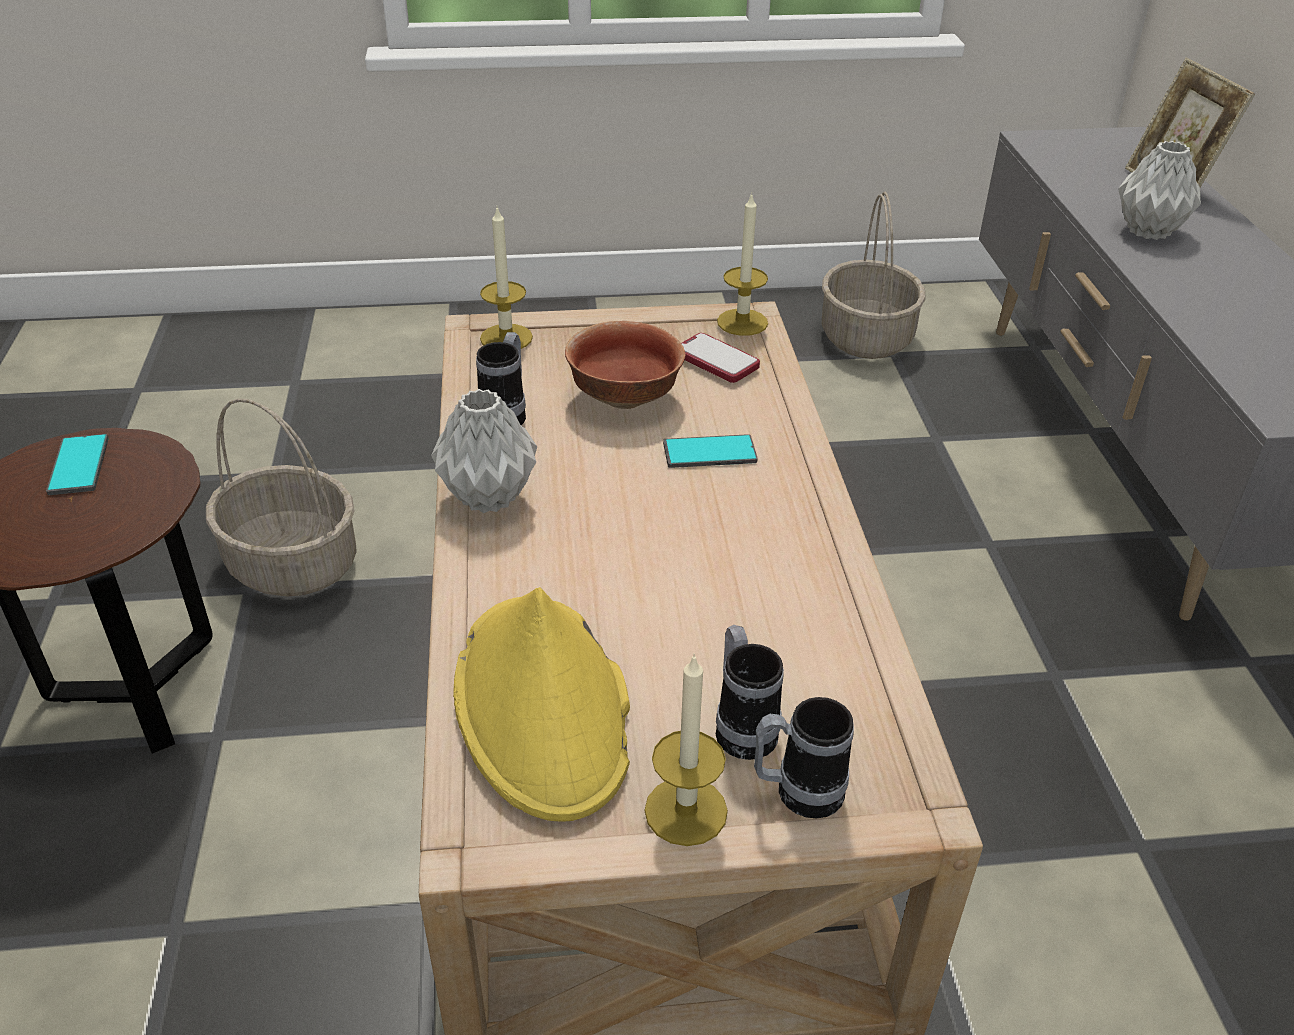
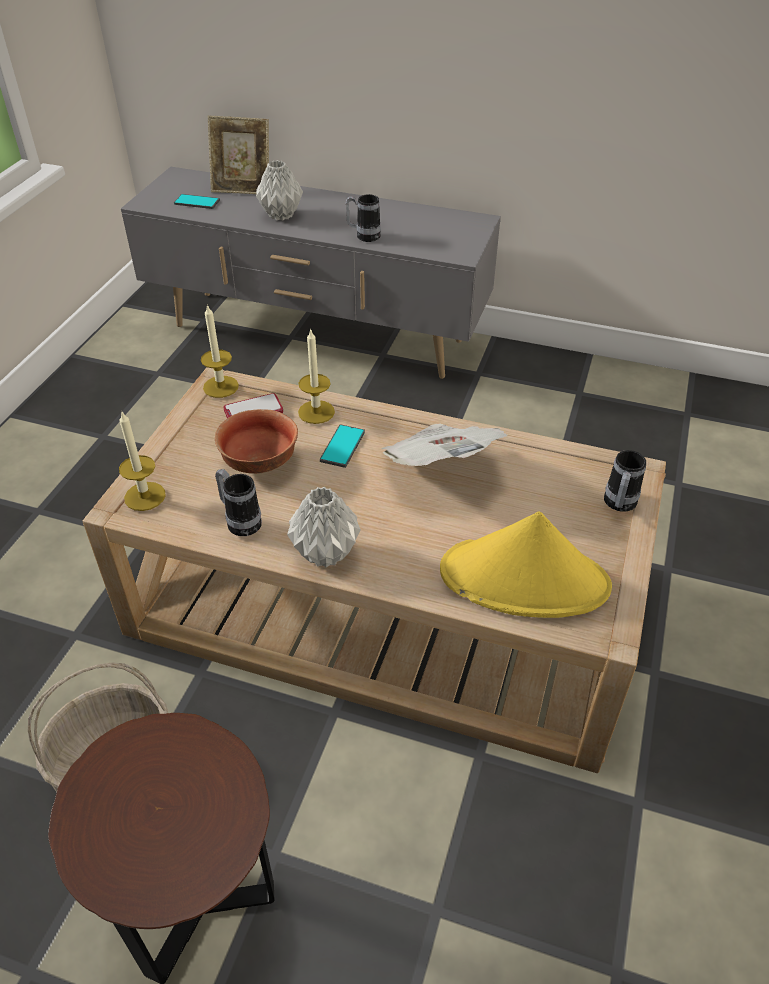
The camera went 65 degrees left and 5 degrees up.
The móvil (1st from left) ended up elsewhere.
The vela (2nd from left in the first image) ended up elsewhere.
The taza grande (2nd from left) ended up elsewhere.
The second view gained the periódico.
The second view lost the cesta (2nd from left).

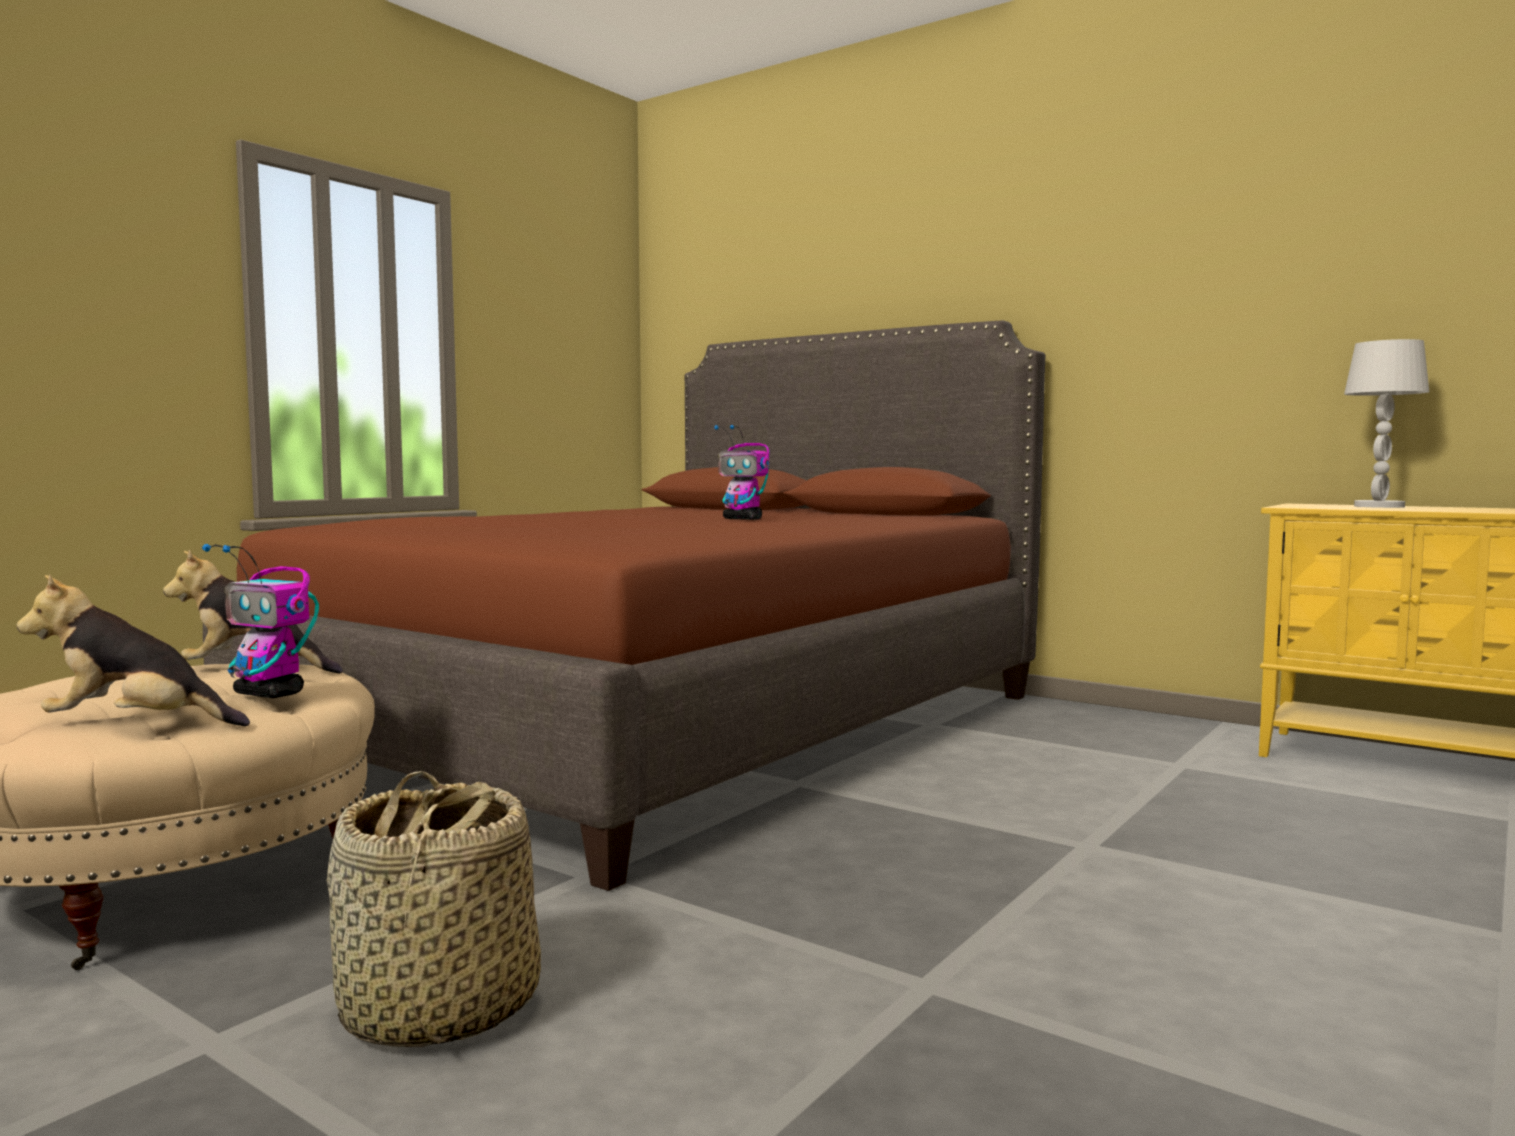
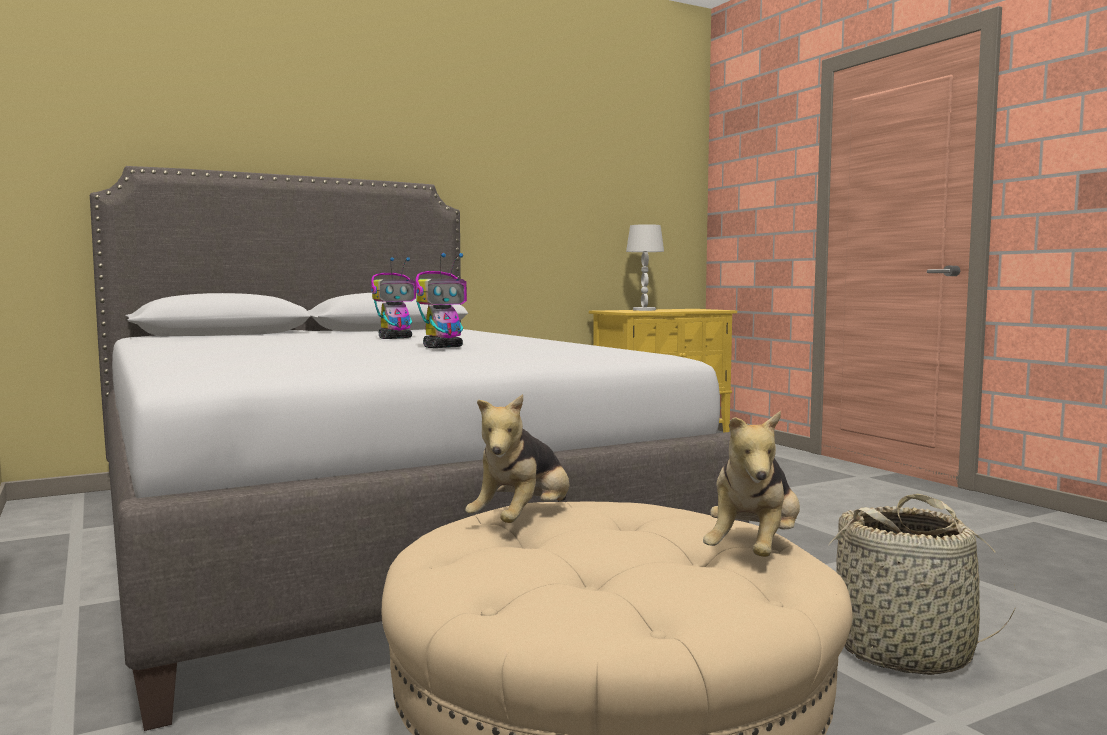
The camera went 65 degrees left and 0 degrees up.
What was the cama [marrón] turned into the cama [gris].
The robot de juguete (1st from left in the first image) ended up elsewhere.

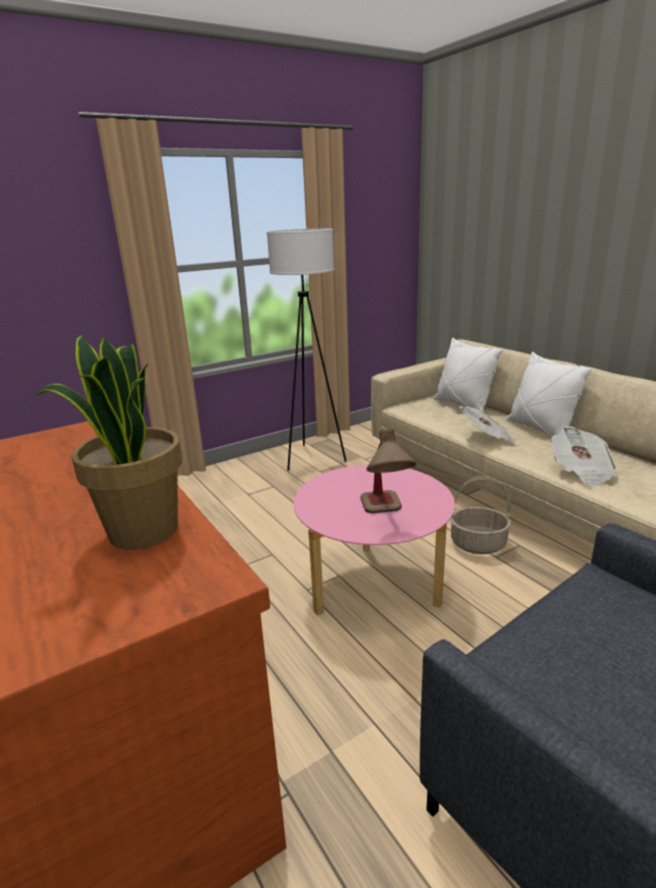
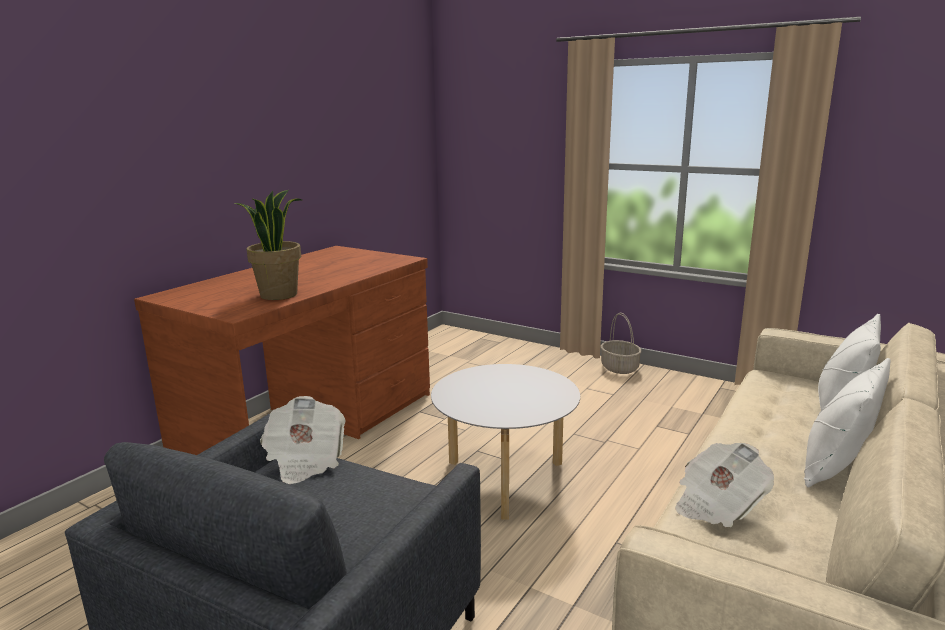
The camera went 65 degrees right and 5 degrees down.
The periódico (1st from left) ended up elsewhere.
What was the mesa de centro [rosa] turned into the mesa de centro [gris].
The cesta ended up elsewhere.
The second view lost the lámpara de pie [blanco].
The second view lost the lámpara de mesa.

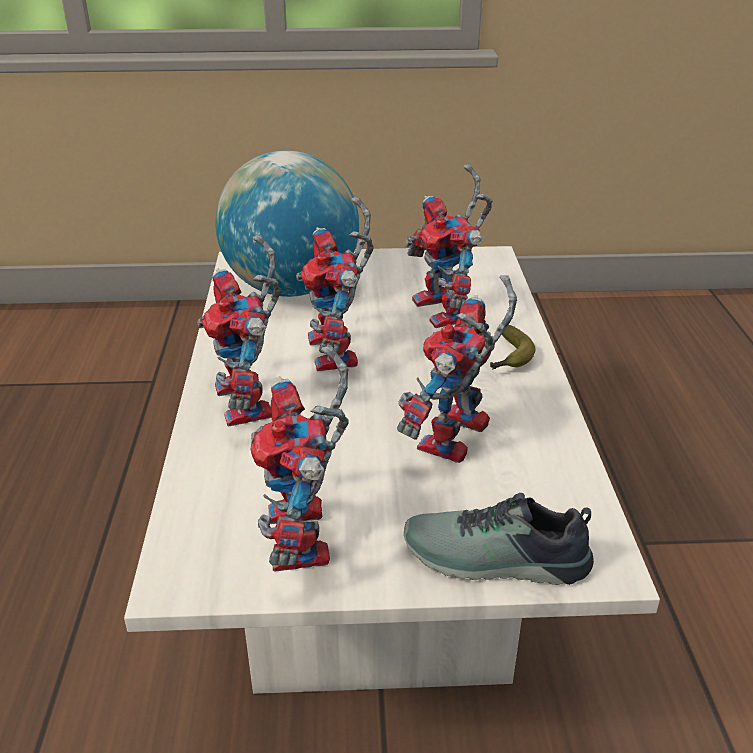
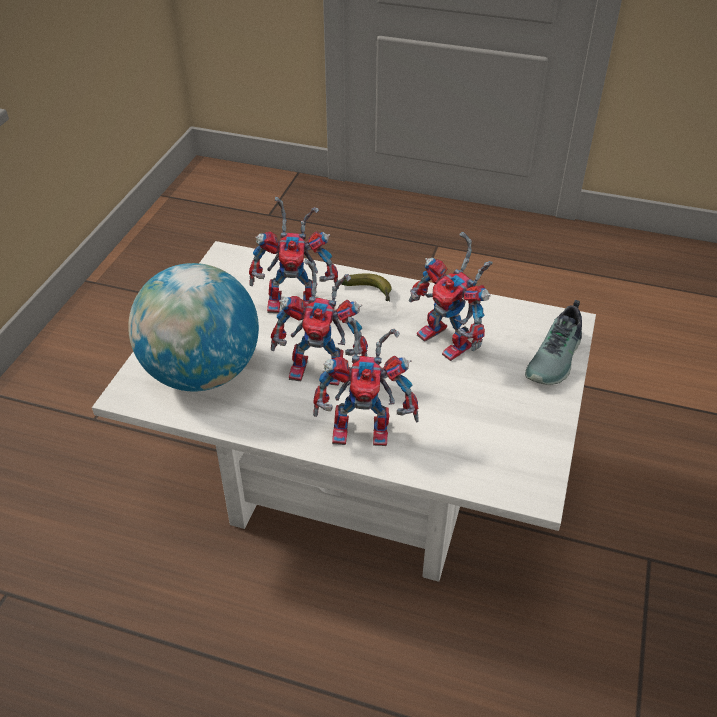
The camera went 70 degrees left and 10 degrees up.
The second view lost the robot de juguete (2nd from left).

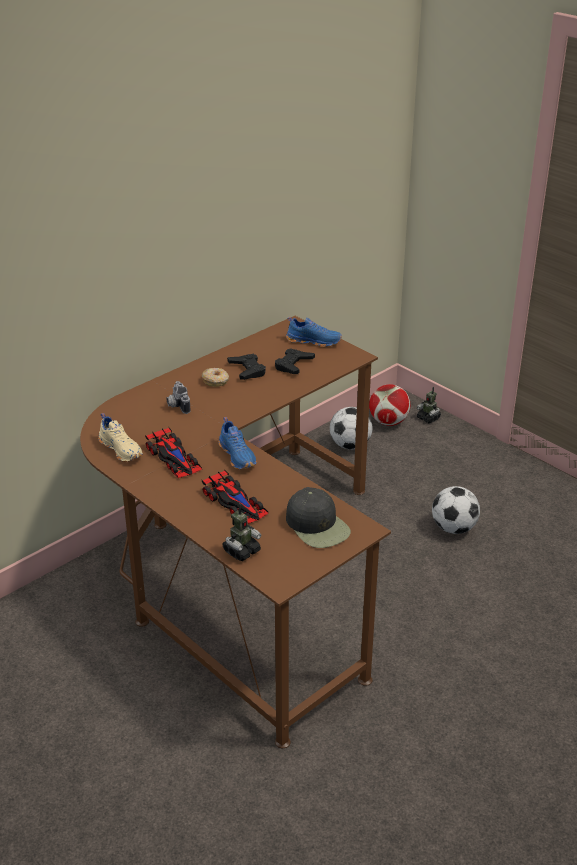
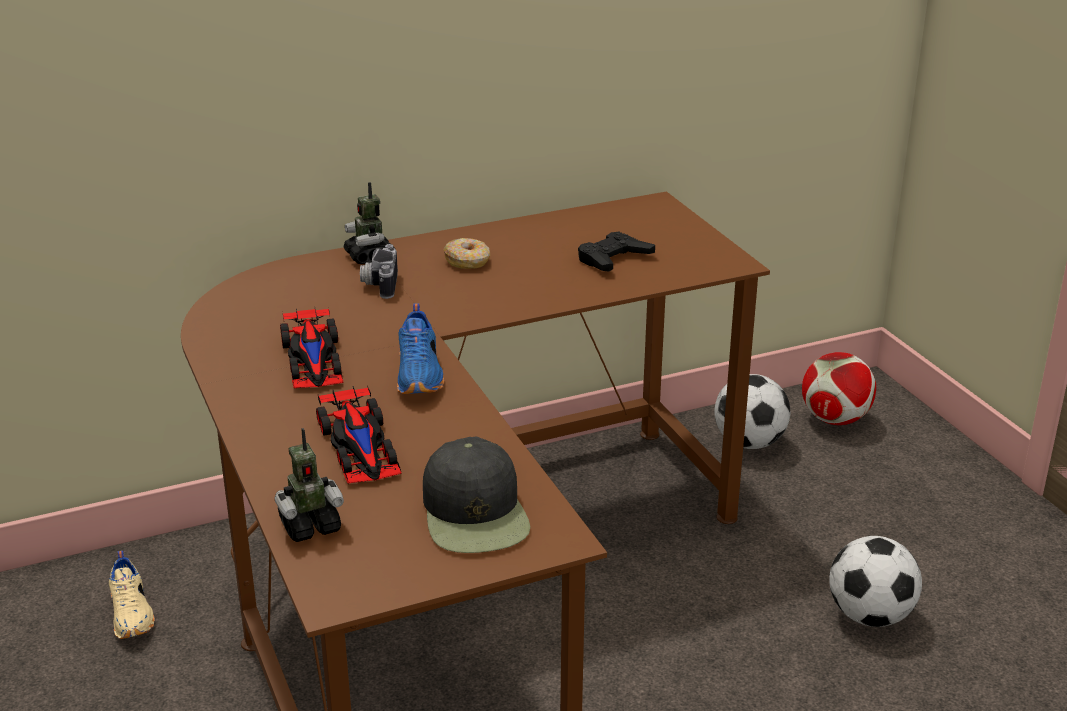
The camera went 20 degrees right and 5 degrees down.
The zapato [beis] ended up elsewhere.
The robot de juguete (2nd from left) ended up elsewhere.
The second view lost the mando de consola [negro] (1st from left).
The second view lost the zapato [azul] (2nd from left).

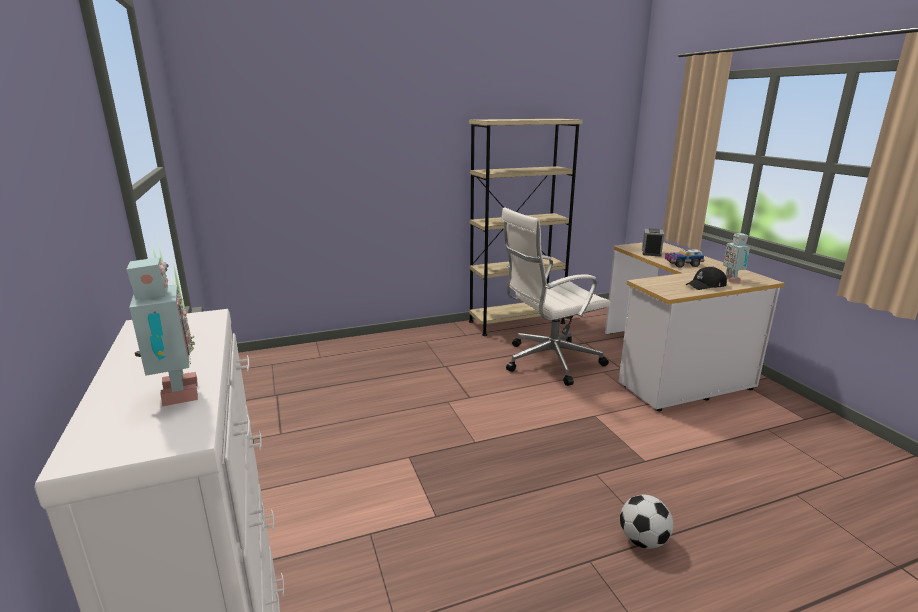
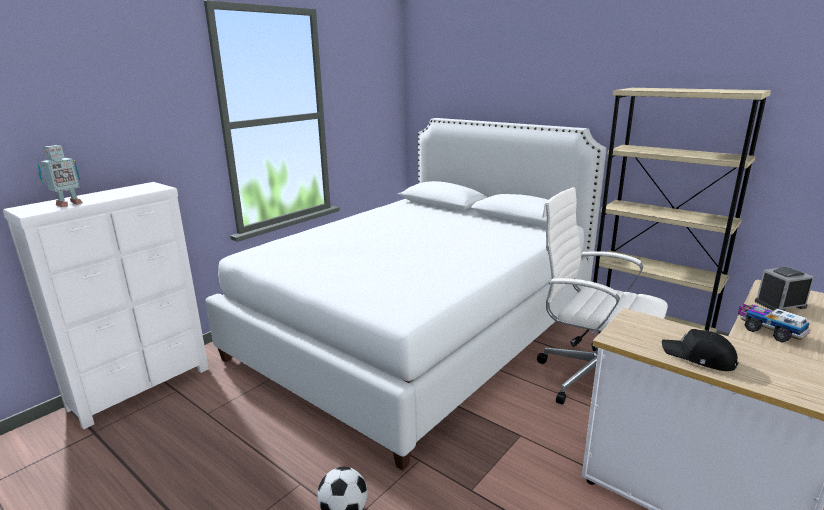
The camera went 60 degrees right and 0 degrees up.
The second view gained the cama [blanco].
The second view lost the robot de juguete (2nd from left).

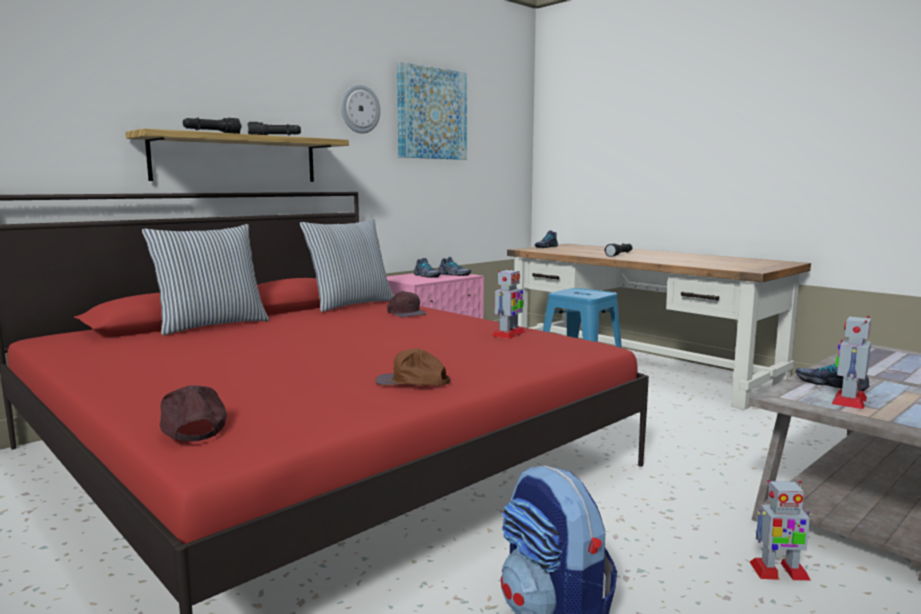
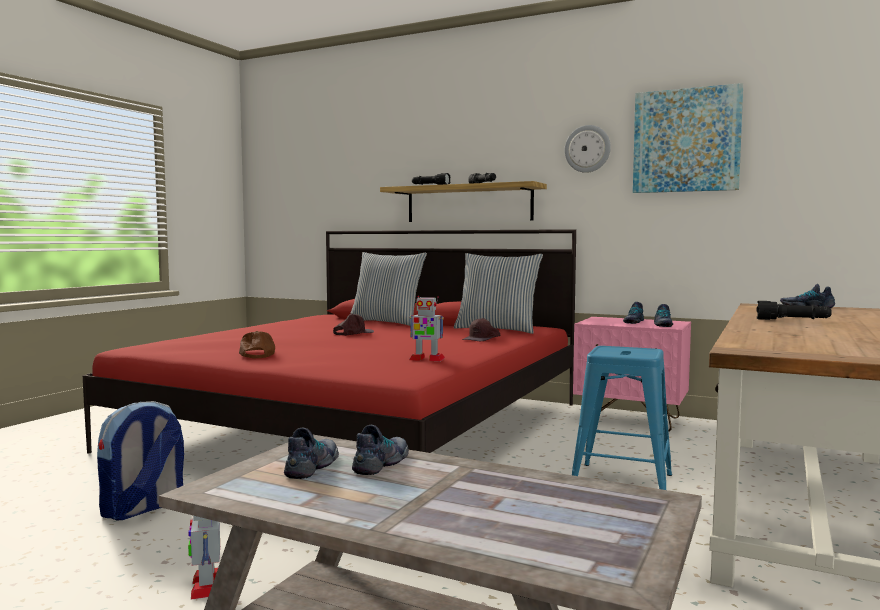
The camera went 70 degrees right and 5 degrees down.
Where the robot de juguete (3rd from left) stood, the zapato (1st from left) came to stand.
The gorra [marrón] (1st from left in the first image) ended up elsewhere.

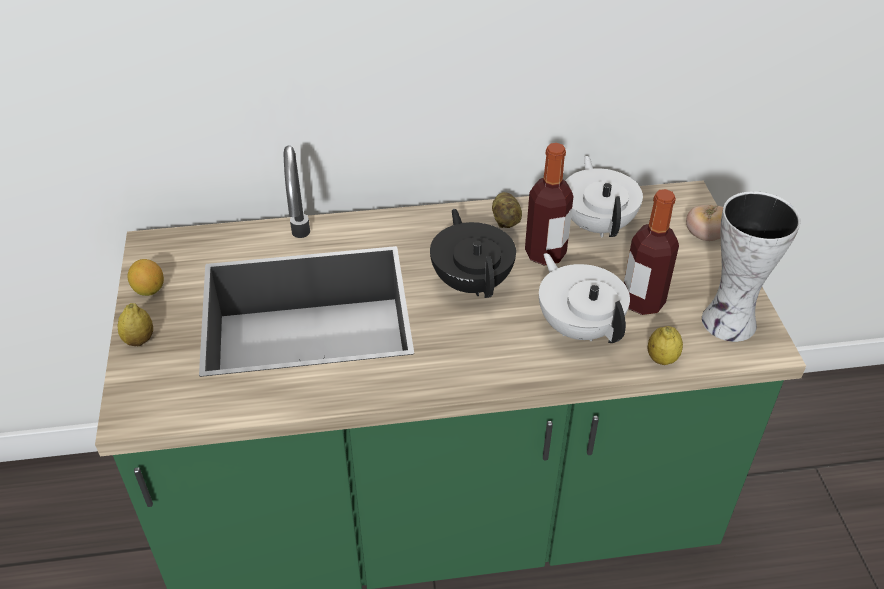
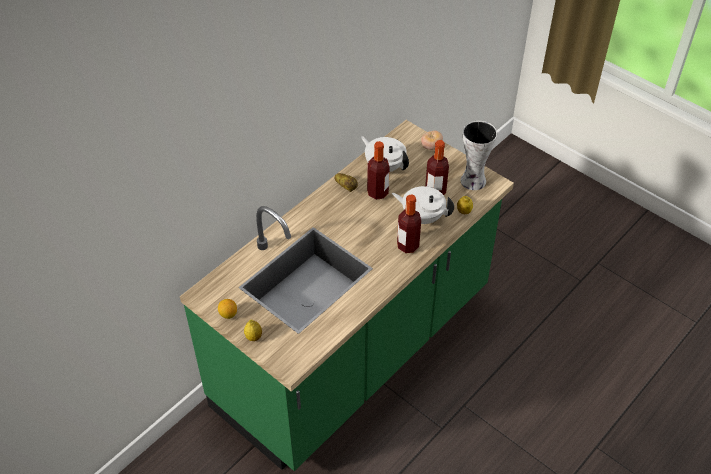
The camera went 40 degrees left and 5 degrees up.
The second view gained the botella (2nd from left).
The second view lost the tetera [negro].

